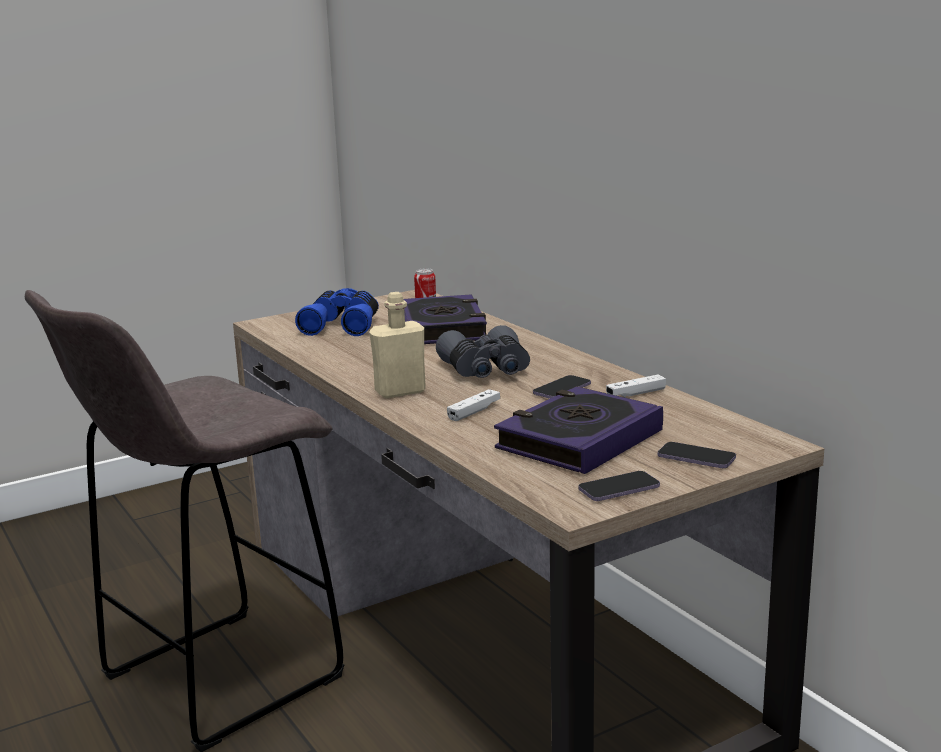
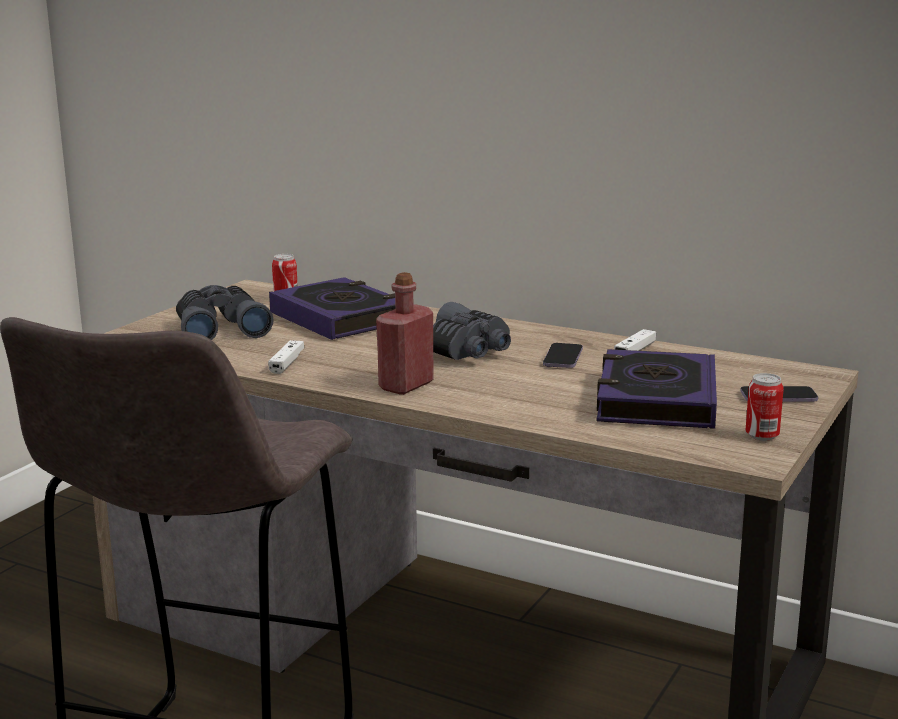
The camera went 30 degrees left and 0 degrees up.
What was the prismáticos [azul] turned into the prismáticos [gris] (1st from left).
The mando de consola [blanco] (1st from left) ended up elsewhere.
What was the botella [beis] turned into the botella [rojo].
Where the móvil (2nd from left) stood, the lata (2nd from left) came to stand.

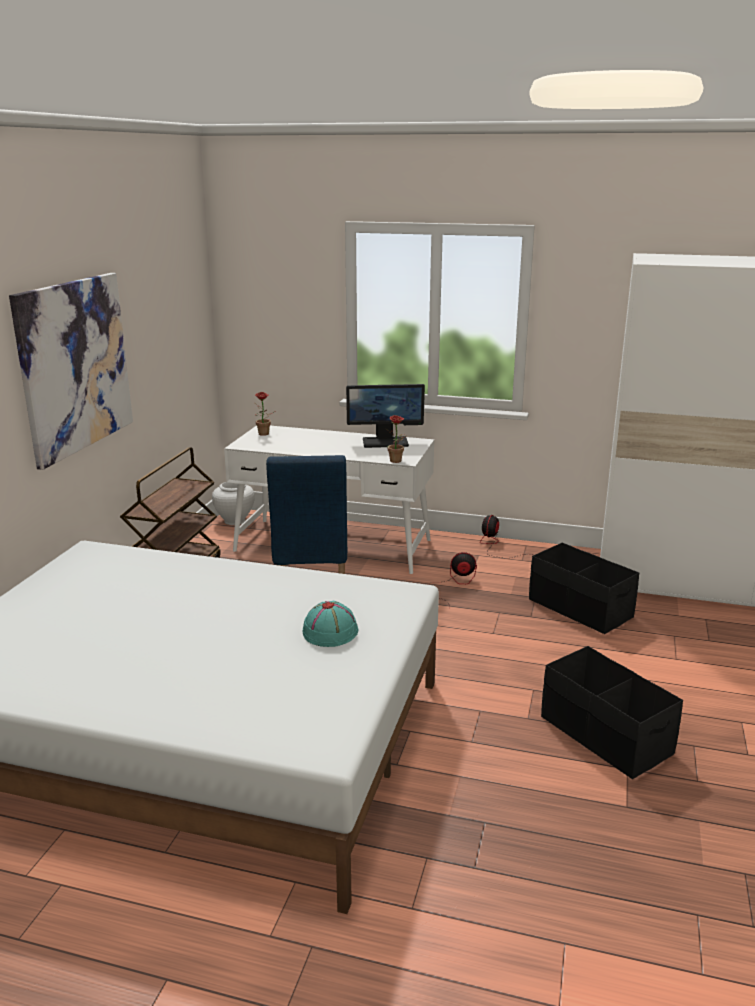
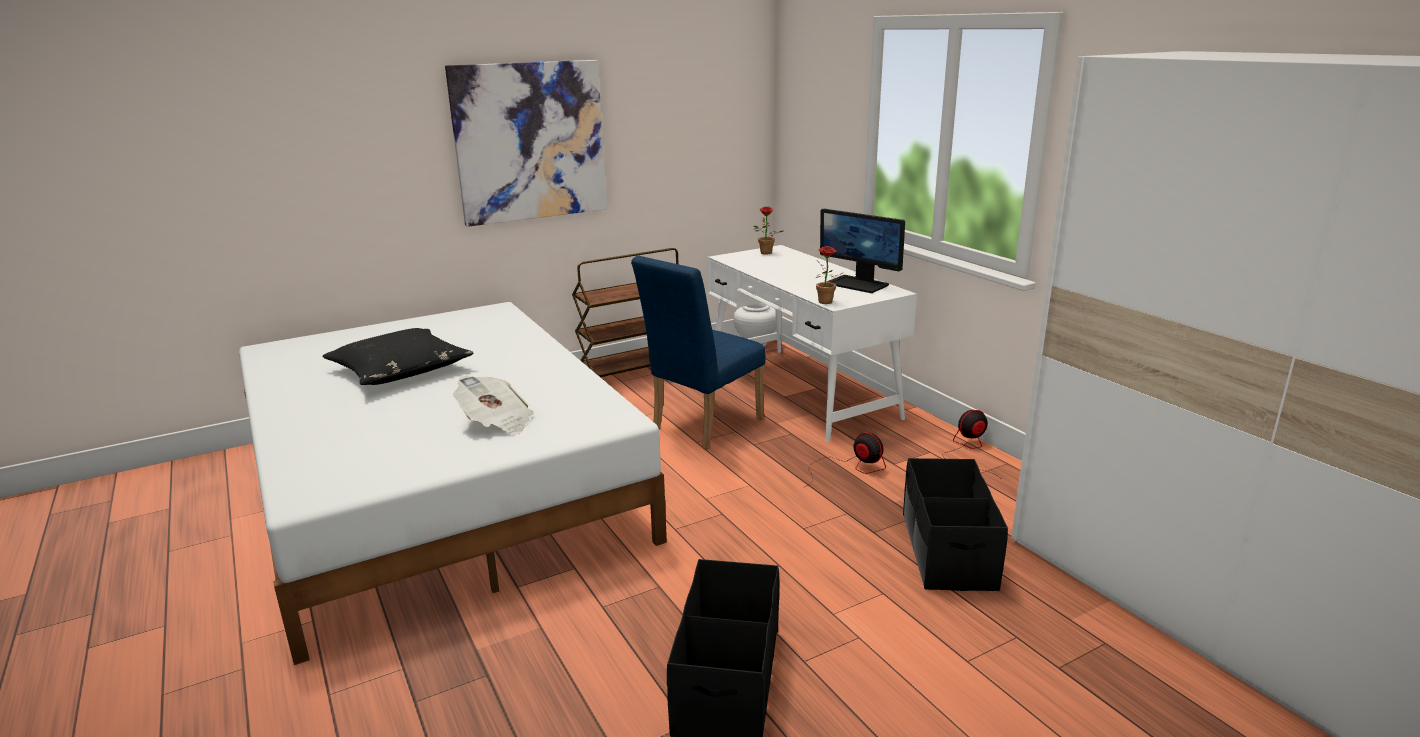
The camera went 45 degrees right and 0 degrees up.
The second view gained the cojín [negro].
Where the sombrero [turquesa] stood, the periódico came to stand.

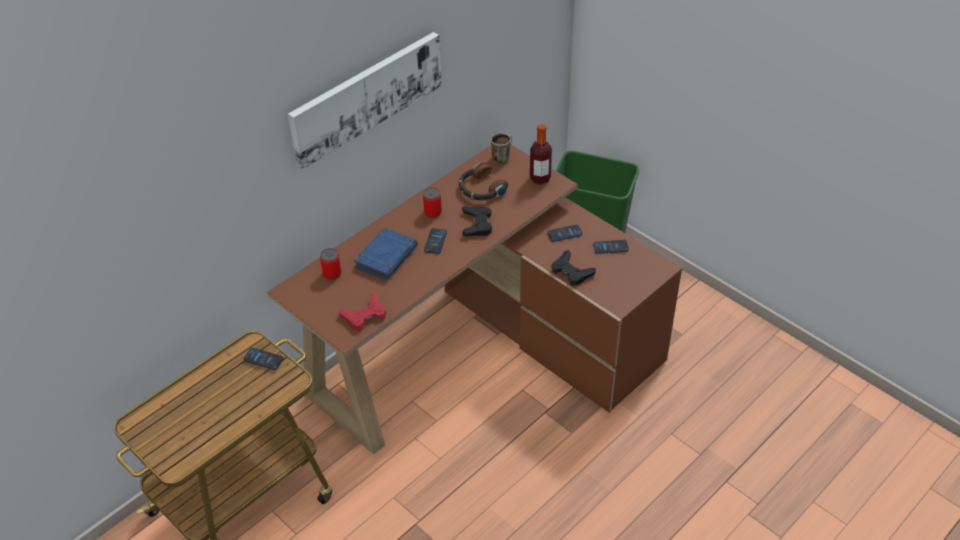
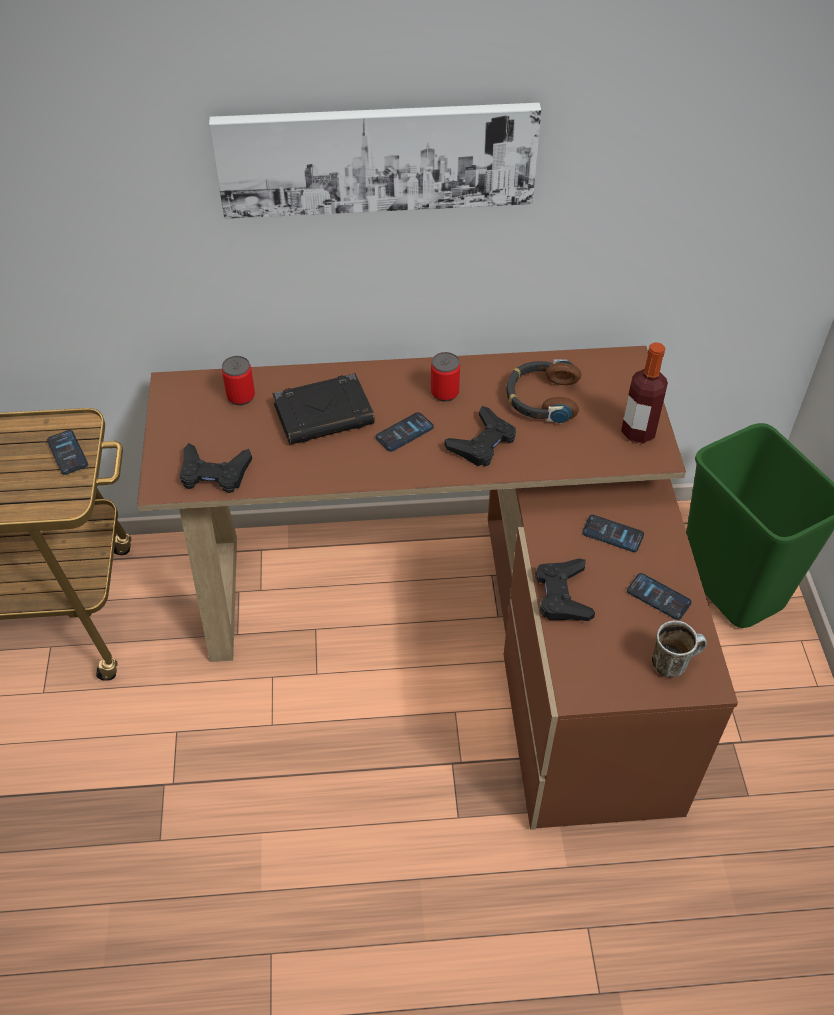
The camera went 40 degrees right and 5 degrees up.
What was the mando de consola [rojo] turned into the mando de consola [negro] (1st from left).
What was the libro [azul] turned into the libro [negro].
The taza grande ended up elsewhere.

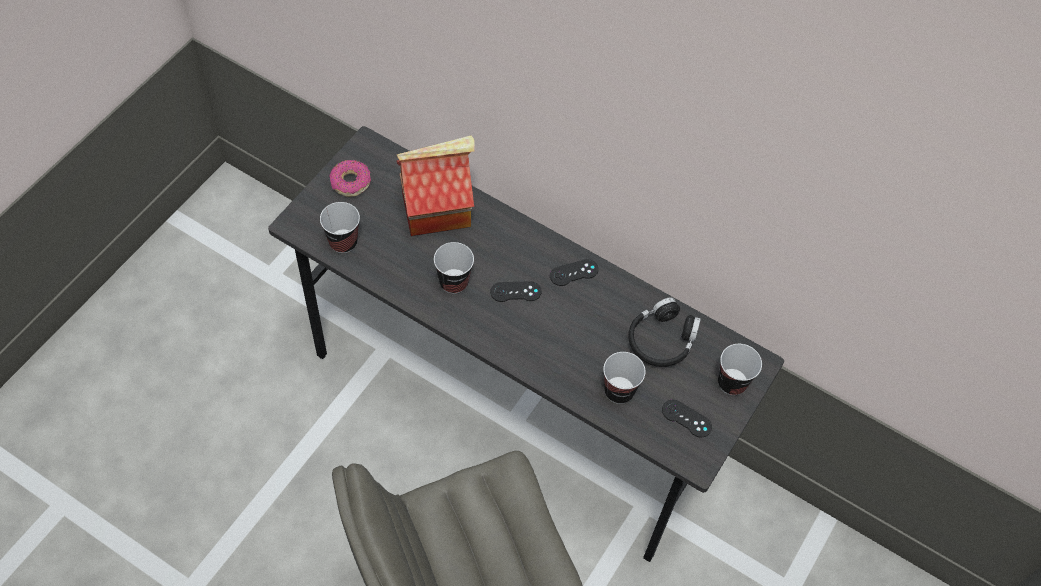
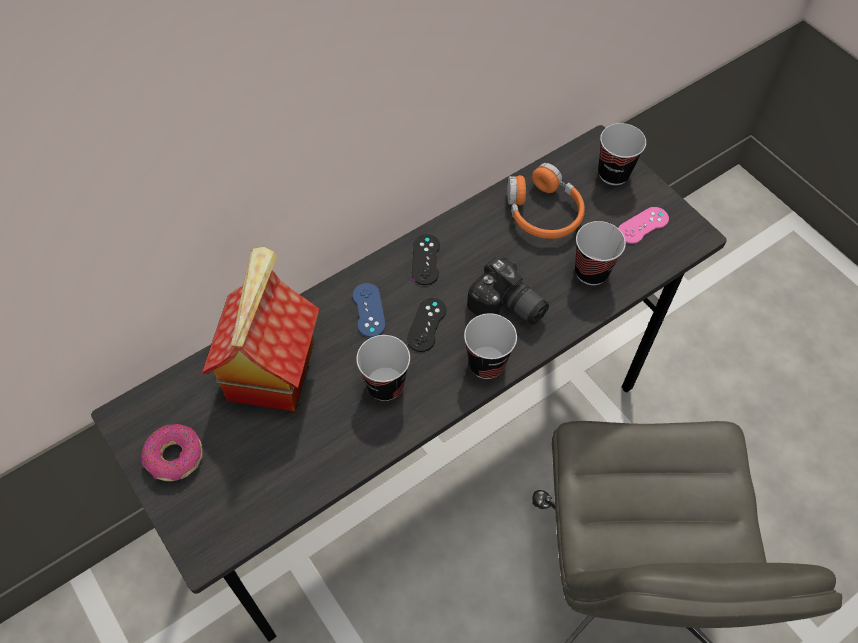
The camera went 65 degrees left and 0 degrees up.
The second view gained the mando de consola [azul].
The taza (1st from left in the first image) ended up elsewhere.
The second view gained the cámara.
What was the auriculares [negro] turned into the auriculares [naranja].
What was the mando de consola [negro] (3rd from left) turned into the mando de consola [rosa].

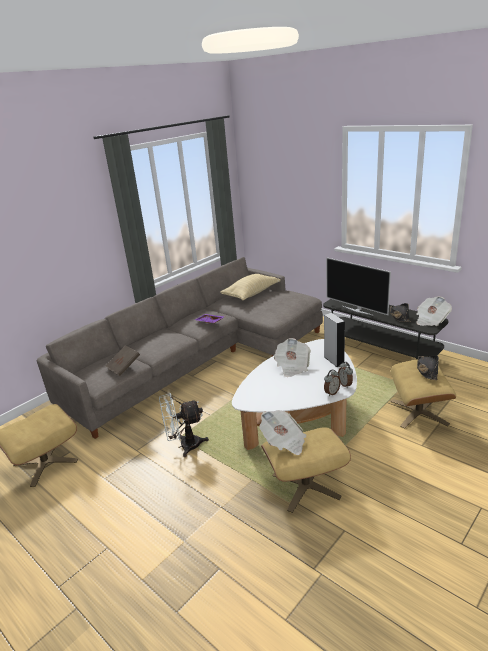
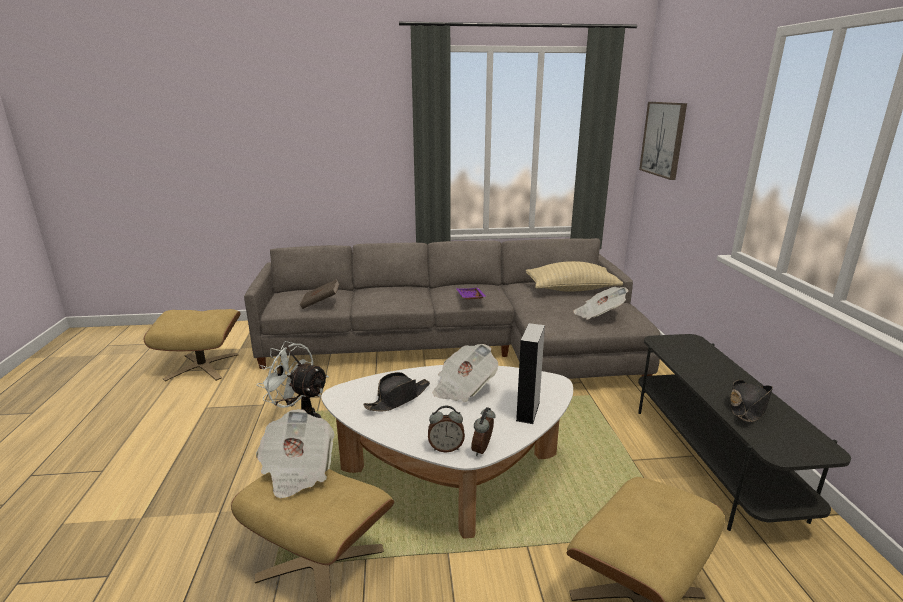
The camera went 40 degrees right and 5 degrees down.
The sombrero [negro] (2nd from left in the first image) ended up elsewhere.
The periódico (3rd from left) ended up elsewhere.
The second view gained the cuadro.
The second view lost the televisor.

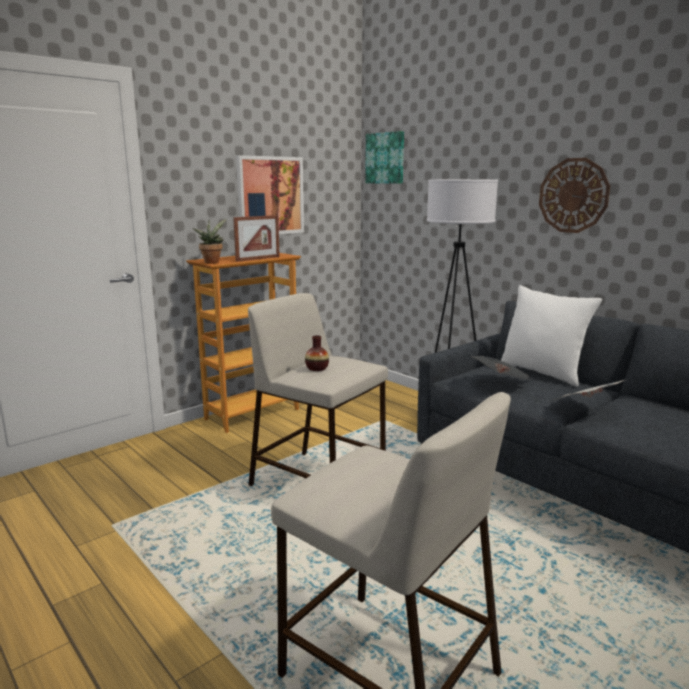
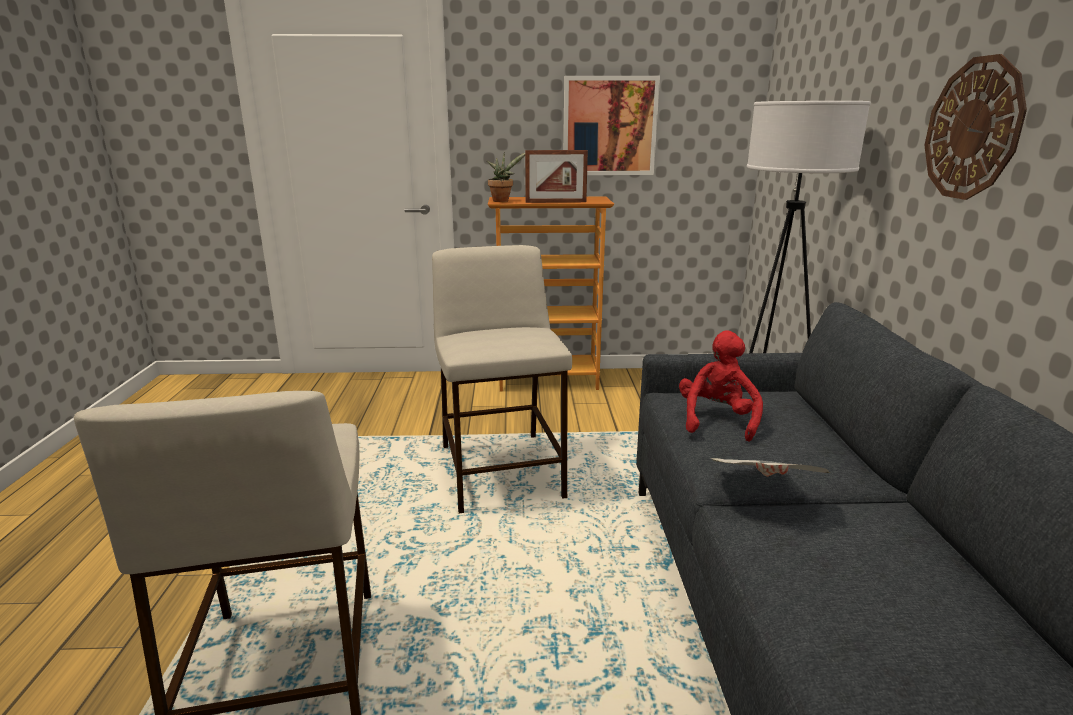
The camera went 40 degrees right and 5 degrees up.
Where the periódico (1st from left) stood, the peluche [rojo] came to stand.
The second view lost the florero.
The second view lost the cuadro (2nd from left).
The second view lost the cojín [blanco].

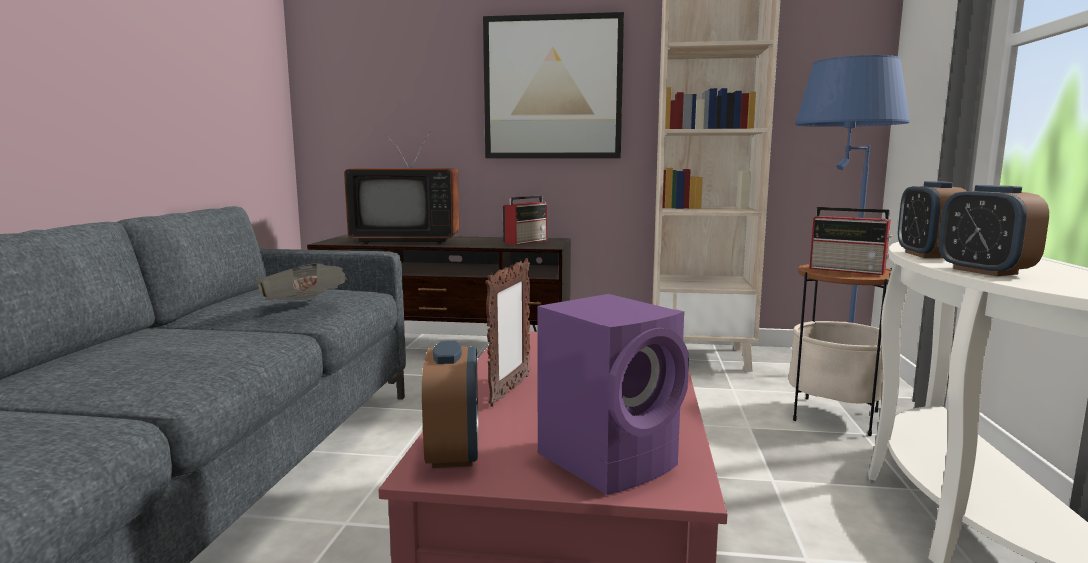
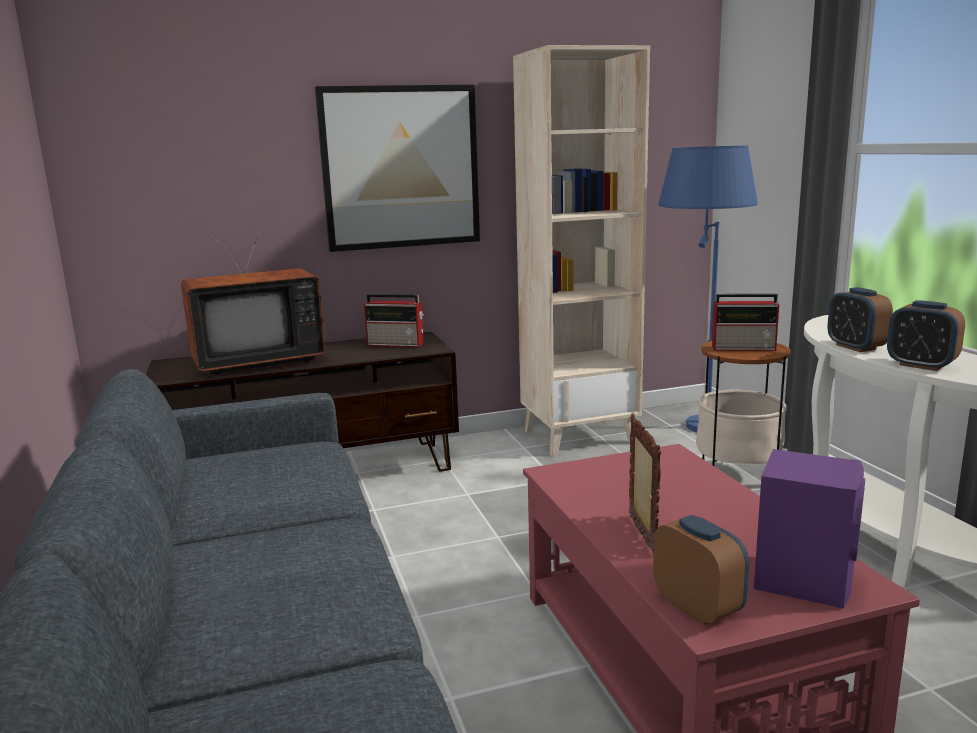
The camera went 25 degrees left and 5 degrees up.
The radio (1st from left) ended up facing another way, 90 degrees clockwise from before.
The second view lost the periódico.

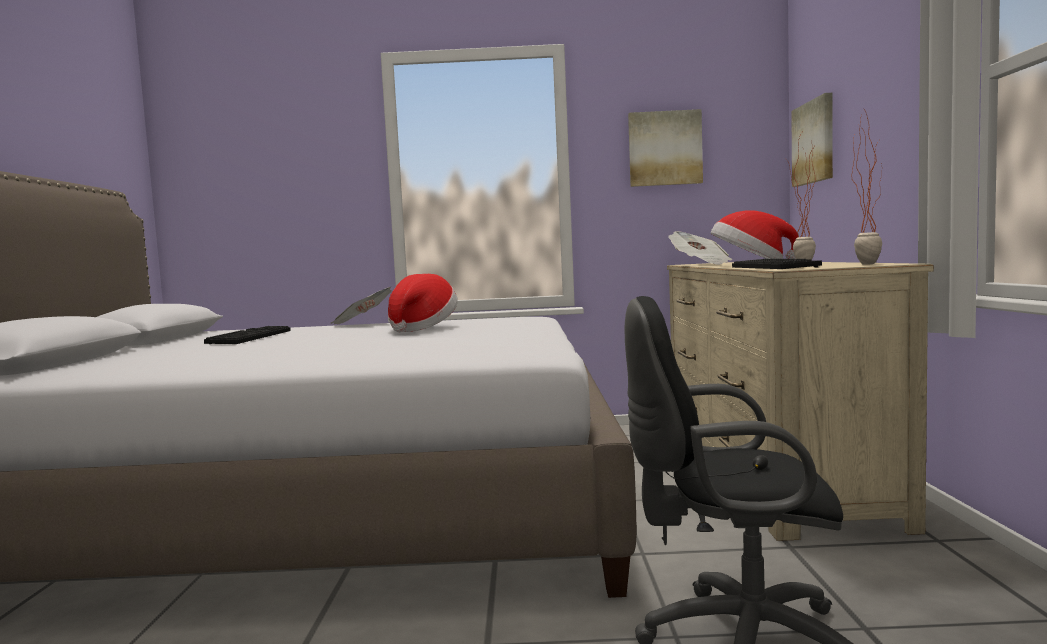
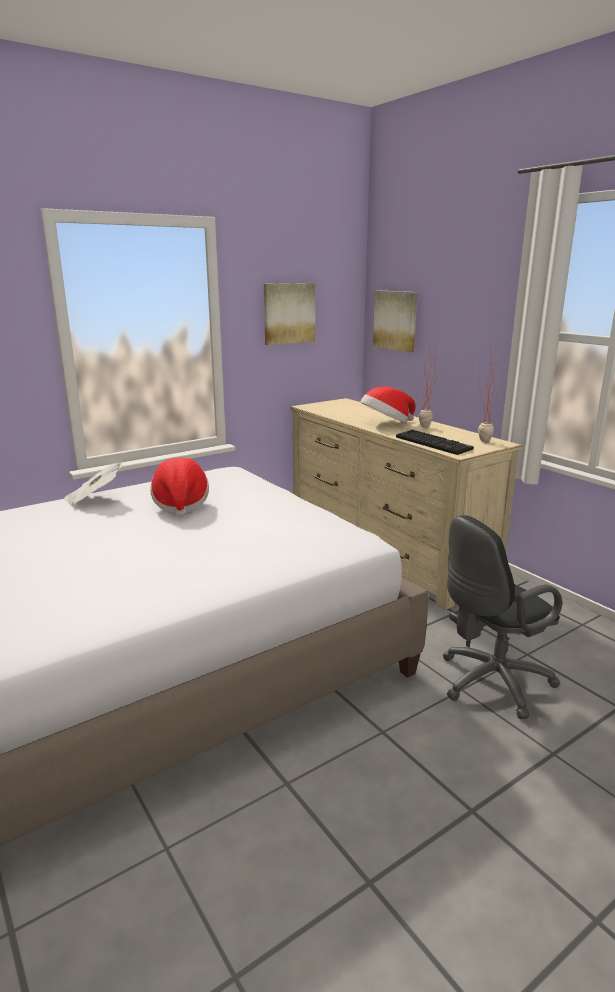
The camera went 35 degrees left and 15 degrees up.
The second view lost the teclado (1st from left).
The second view lost the periódico (2nd from left).

